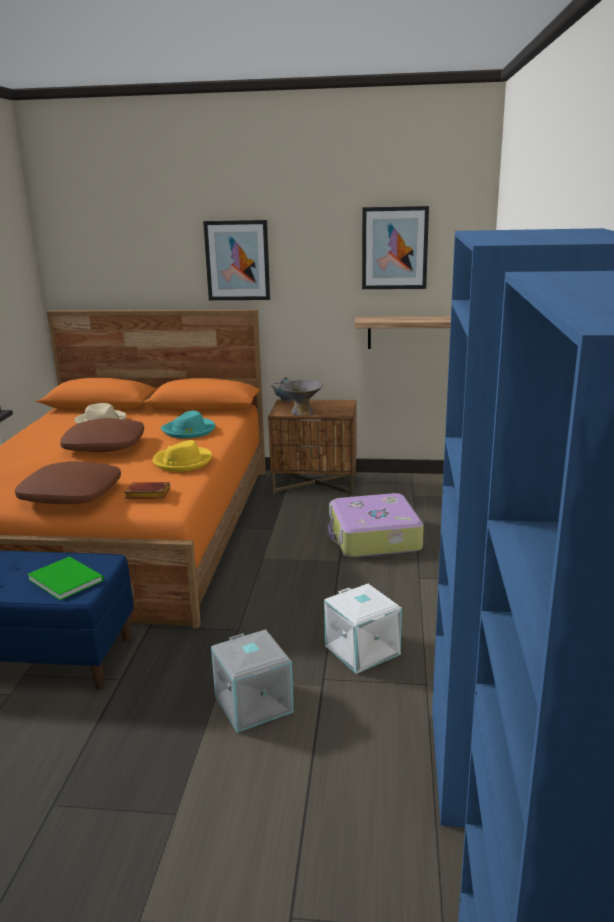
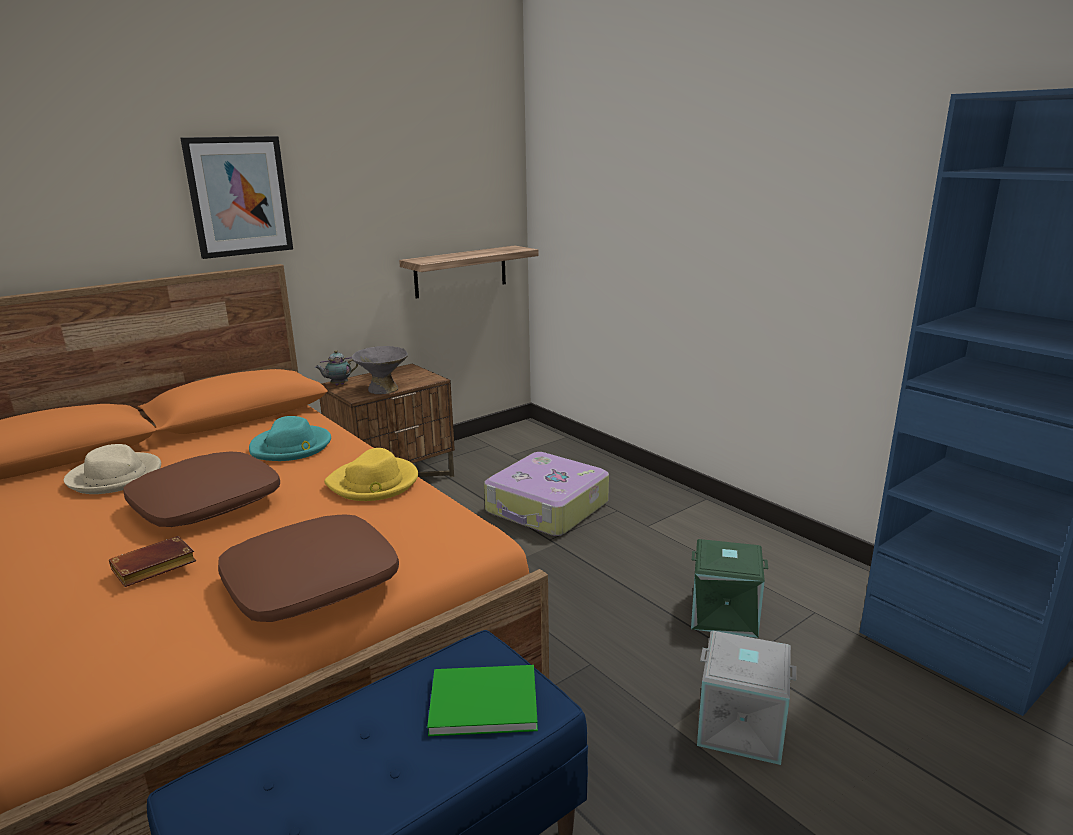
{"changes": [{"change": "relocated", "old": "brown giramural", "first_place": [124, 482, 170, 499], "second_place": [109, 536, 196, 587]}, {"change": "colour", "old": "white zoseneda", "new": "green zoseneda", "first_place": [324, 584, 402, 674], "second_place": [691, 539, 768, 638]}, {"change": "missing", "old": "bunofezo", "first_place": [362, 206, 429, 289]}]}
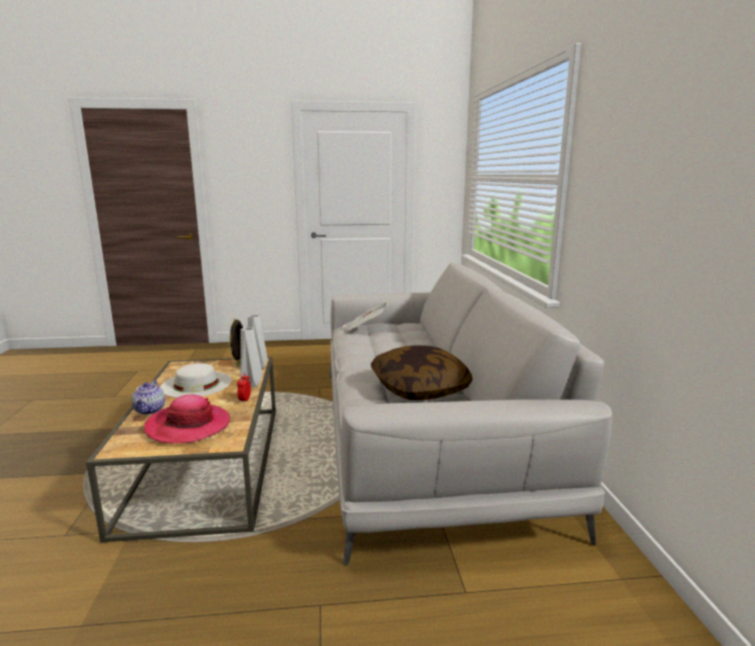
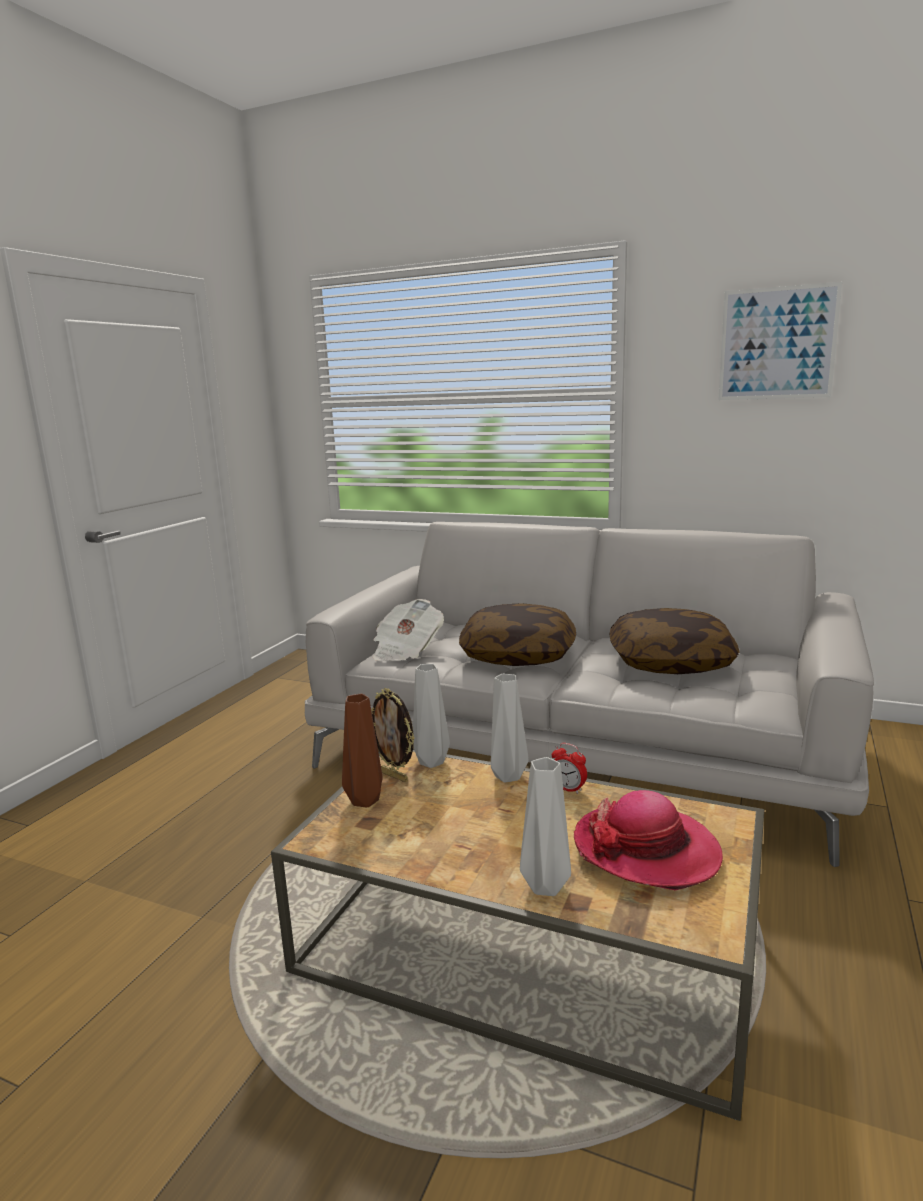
{"changes": [{"change": "exchanged", "old": "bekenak", "new": "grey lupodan", "first_place": [131, 380, 165, 415], "second_place": [520, 757, 571, 896]}, {"change": "missing", "old": "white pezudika", "first_place": [160, 363, 232, 398]}, {"change": "appeared", "new": "brown lupodan", "second_place": [342, 694, 382, 807]}, {"change": "appeared", "new": "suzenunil", "second_place": [459, 603, 576, 666]}, {"change": "appeared", "new": "bunofezo", "second_place": [719, 282, 842, 400]}]}
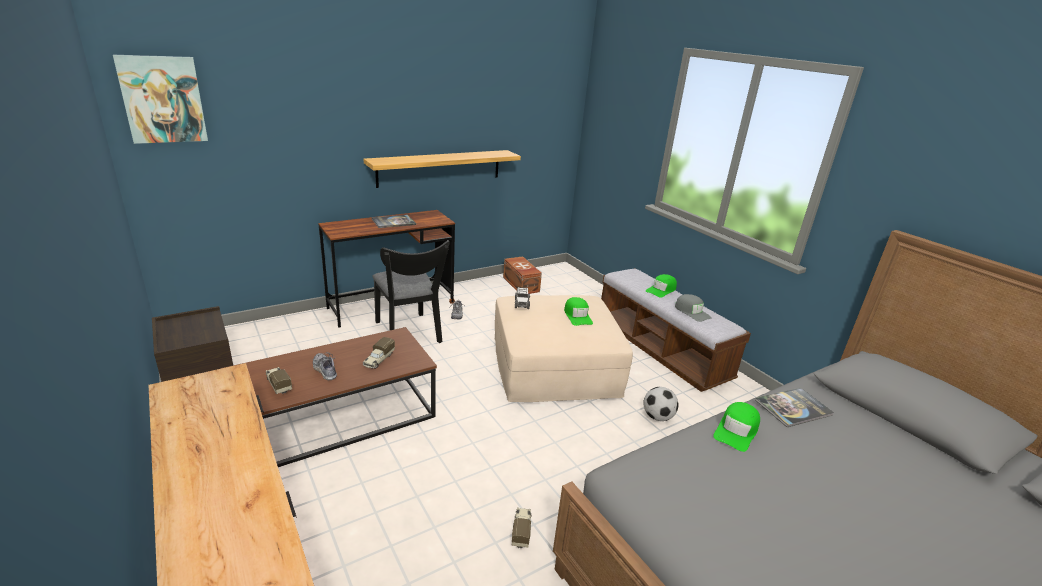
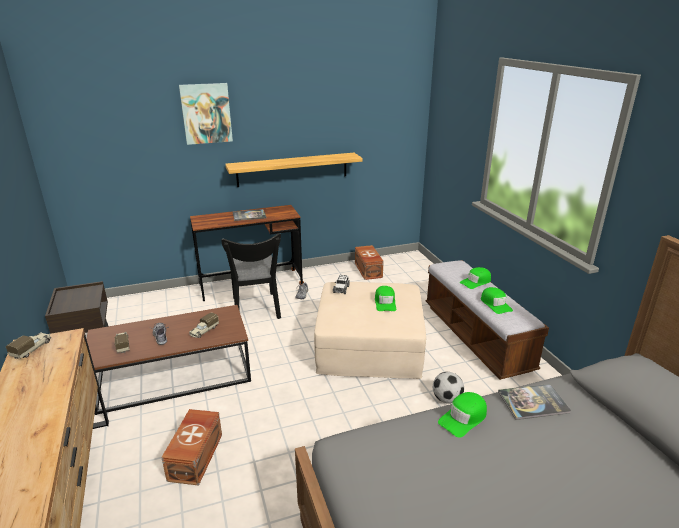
{"changes": [{"change": "relocated", "old": "bunofezo", "first_place": [113, 55, 208, 144], "second_place": [179, 83, 233, 145]}, {"change": "relocated", "old": "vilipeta", "first_place": [512, 507, 531, 548], "second_place": [6, 332, 51, 359]}, {"change": "colour", "old": "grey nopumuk", "new": "green nopumuk", "first_place": [675, 294, 712, 322], "second_place": [481, 287, 513, 314]}, {"change": "appeared", "new": "brown zoseneda", "second_place": [161, 409, 222, 486]}]}
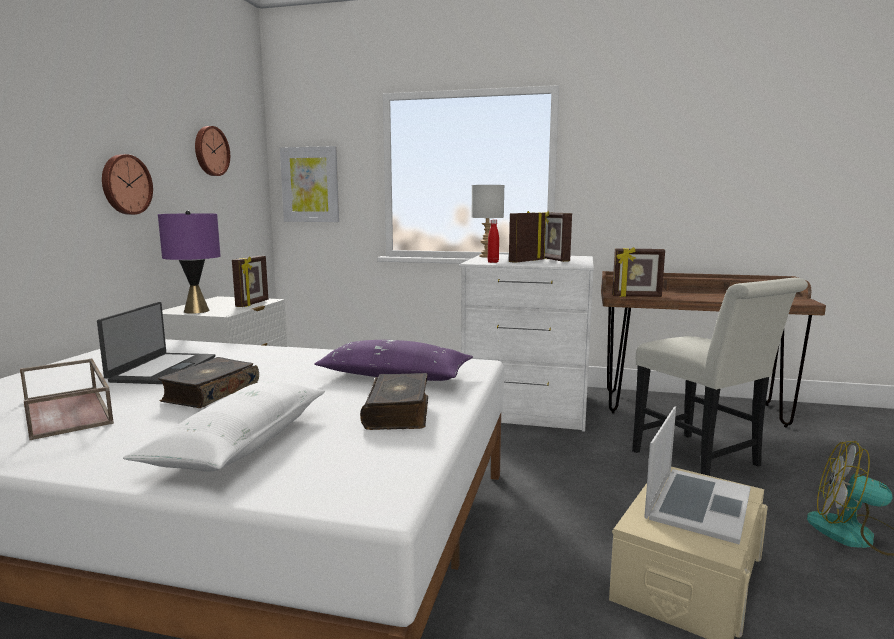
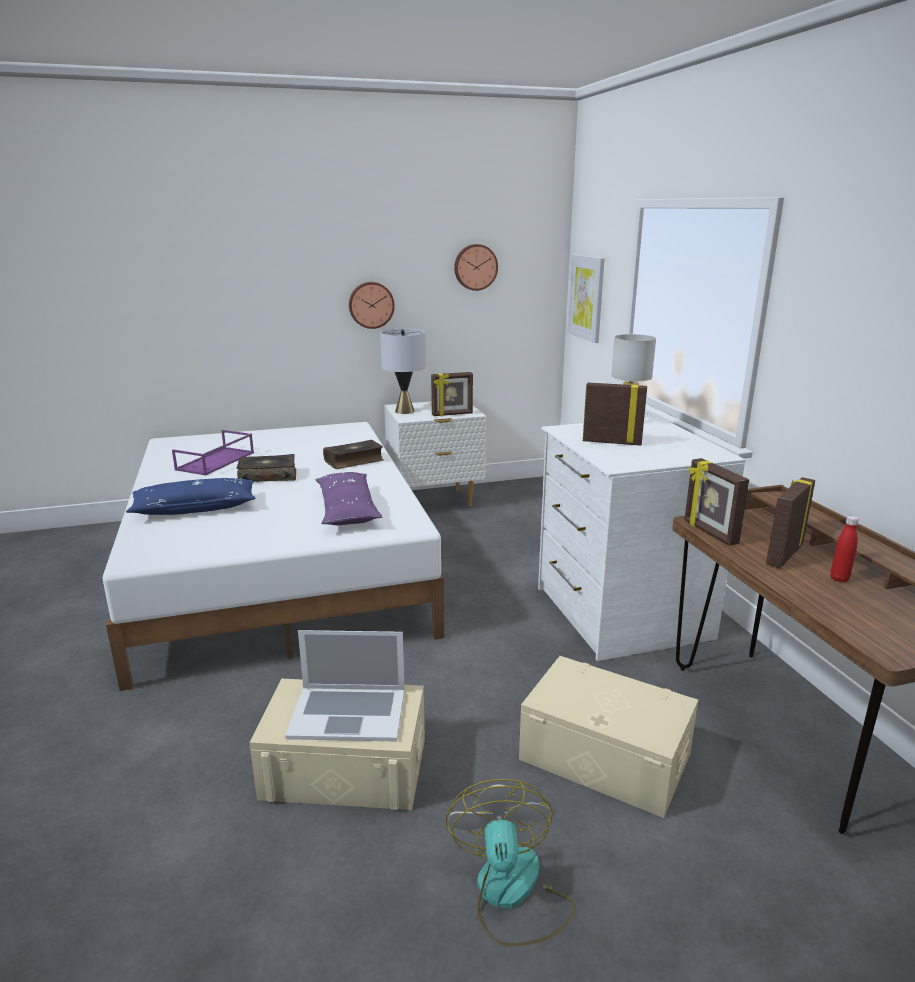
{"changes": [{"change": "colour", "old": "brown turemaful", "new": "purple turemaful", "first_place": [20, 359, 114, 441], "second_place": [172, 430, 254, 476]}, {"change": "missing", "old": "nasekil", "first_place": [97, 302, 215, 384]}, {"change": "colour", "old": "white suzenunil", "new": "blue suzenunil", "first_place": [123, 381, 325, 472], "second_place": [126, 478, 256, 515]}, {"change": "colour", "old": "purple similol", "new": "grey similol", "first_place": [158, 210, 221, 314], "second_place": [380, 329, 426, 414]}, {"change": "relocated", "old": "giramural", "first_place": [360, 373, 428, 430], "second_place": [323, 440, 383, 469]}, {"change": "relocated", "old": "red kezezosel", "first_place": [488, 219, 499, 263], "second_place": [830, 516, 859, 583]}, {"change": "relocated", "old": "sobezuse", "first_place": [541, 211, 572, 262], "second_place": [766, 477, 815, 569]}, {"change": "exchanged", "old": "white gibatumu", "new": "beige zoseneda", "first_place": [632, 278, 808, 476], "second_place": [519, 656, 698, 818]}]}
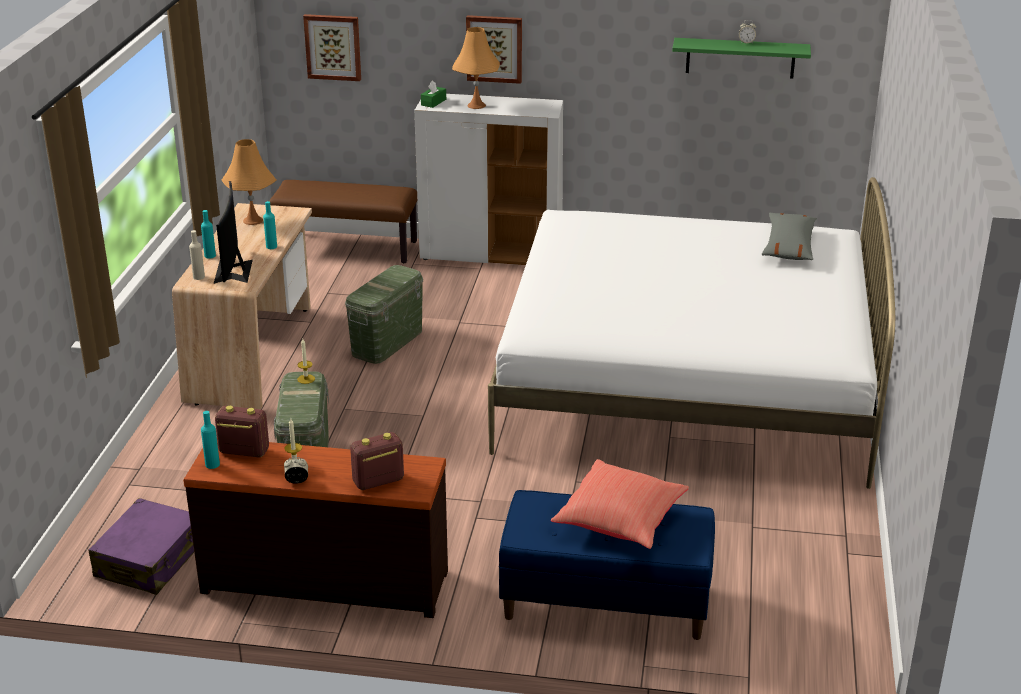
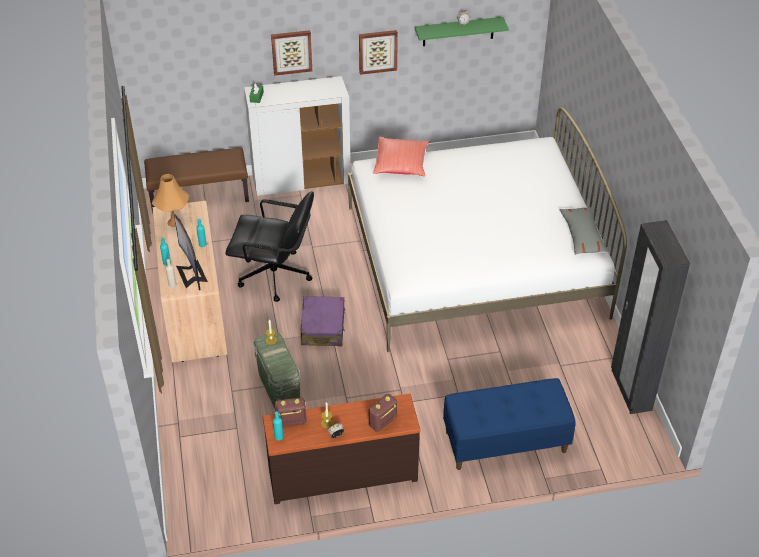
{"changes": [{"change": "relocated", "old": "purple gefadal", "first_place": [89, 498, 194, 595], "second_place": [300, 296, 345, 347]}, {"change": "relocated", "old": "bunofezo", "first_place": [303, 14, 361, 81], "second_place": [359, 30, 398, 75]}, {"change": "exchanged", "old": "green zoseneda", "new": "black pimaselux", "first_place": [345, 265, 423, 364], "second_place": [226, 191, 314, 302]}, {"change": "missing", "old": "orange similol", "first_place": [452, 27, 500, 109]}, {"change": "relocated", "old": "red suzenunil", "first_place": [551, 459, 689, 549], "second_place": [373, 137, 429, 177]}, {"change": "relocated", "old": "grey suzenunil", "first_place": [762, 213, 817, 260], "second_place": [559, 207, 608, 255]}, {"change": "appeared", "new": "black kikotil", "second_place": [611, 220, 690, 414]}]}
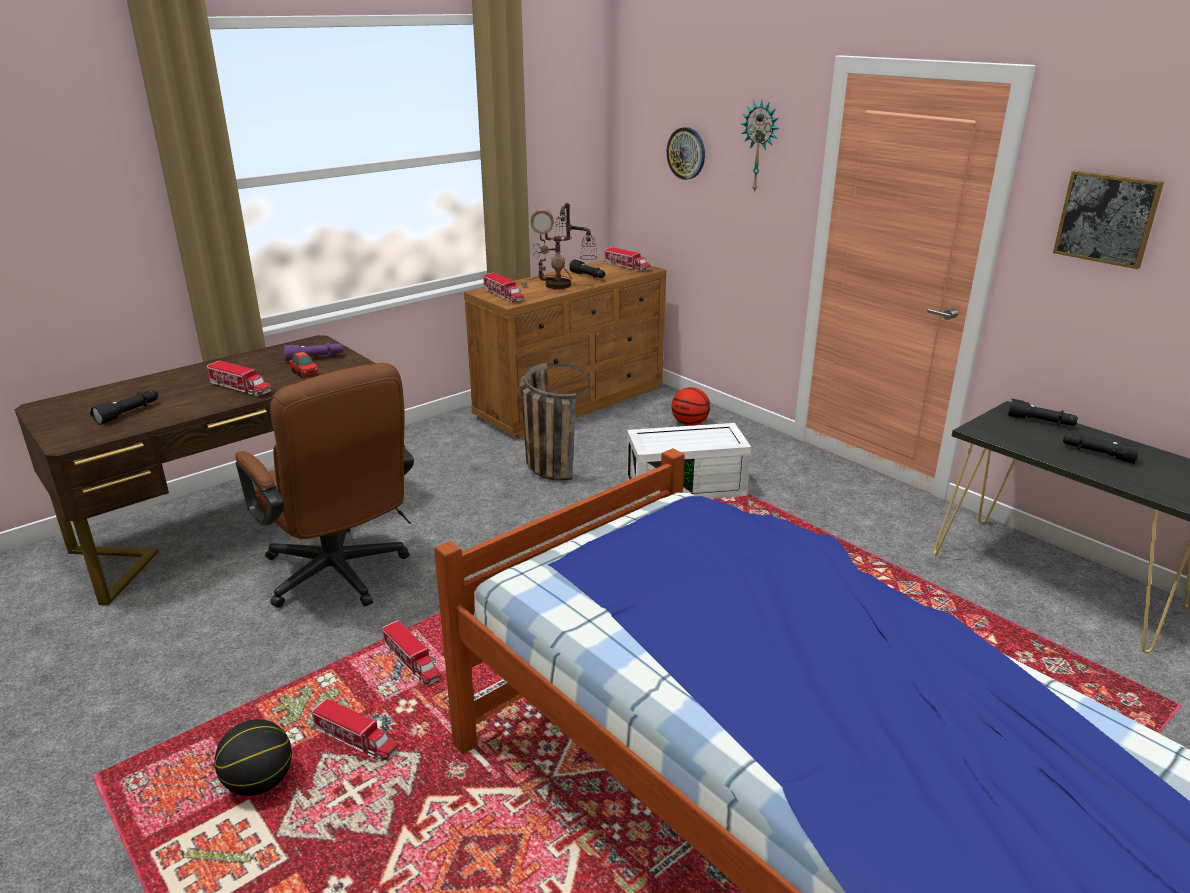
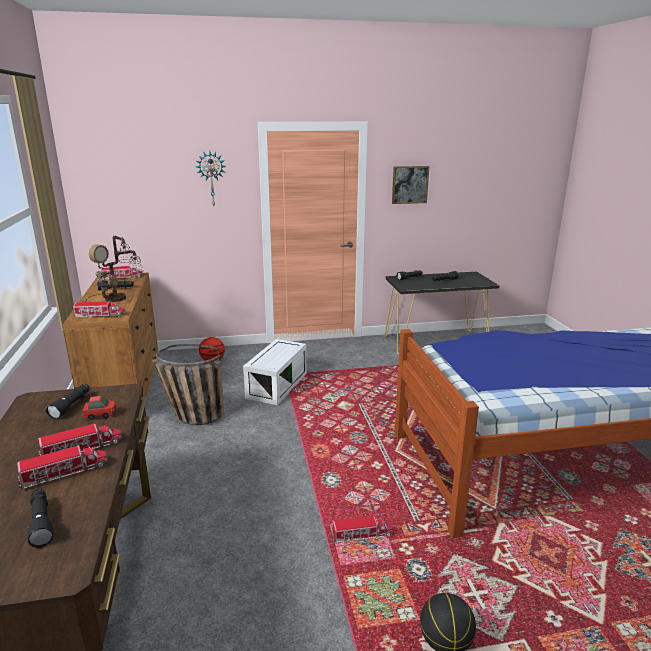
{"changes": [{"change": "missing", "old": "brown pimaselux", "first_place": [235, 363, 414, 608]}, {"change": "colour", "old": "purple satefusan", "new": "black satefusan", "first_place": [283, 342, 343, 362], "second_place": [46, 384, 90, 419]}, {"change": "relocated", "old": "vilipeta", "first_place": [312, 698, 398, 761], "second_place": [17, 445, 108, 489]}, {"change": "missing", "old": "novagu", "first_place": [666, 127, 705, 180]}]}
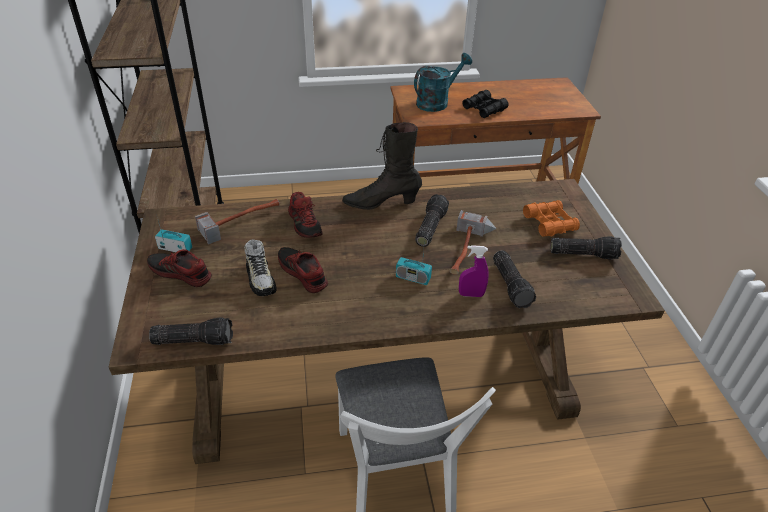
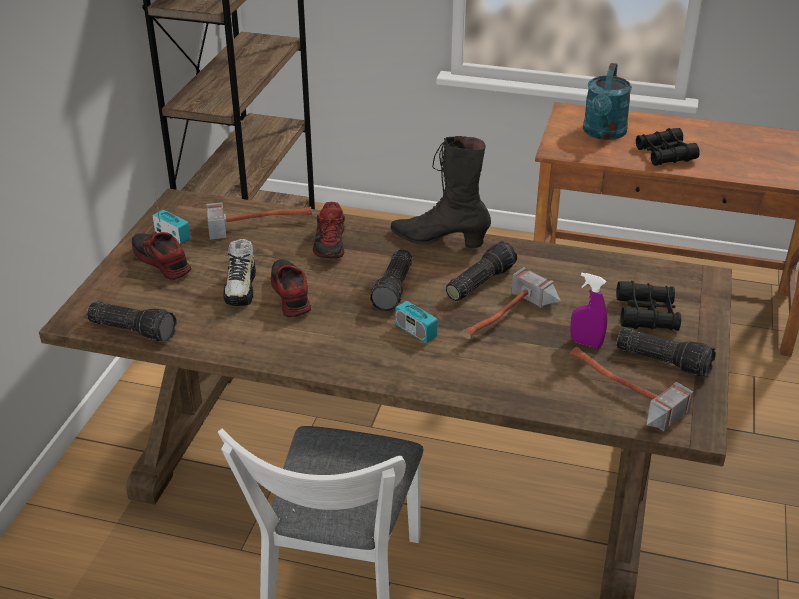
{"changes": [{"change": "spun", "old": "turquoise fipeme", "first_place": [414, 53, 472, 112], "second_place": [583, 63, 632, 140], "degrees": 120}, {"change": "relocated", "old": "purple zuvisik", "first_place": [459, 245, 489, 297], "second_place": [570, 273, 608, 348]}, {"change": "relocated", "old": "satefusan", "first_place": [493, 251, 536, 308], "second_place": [370, 249, 412, 312]}, {"change": "colour", "old": "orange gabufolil", "new": "black gabufolil", "first_place": [523, 200, 580, 237], "second_place": [616, 281, 681, 331]}, {"change": "appeared", "new": "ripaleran", "second_place": [570, 347, 693, 431]}]}
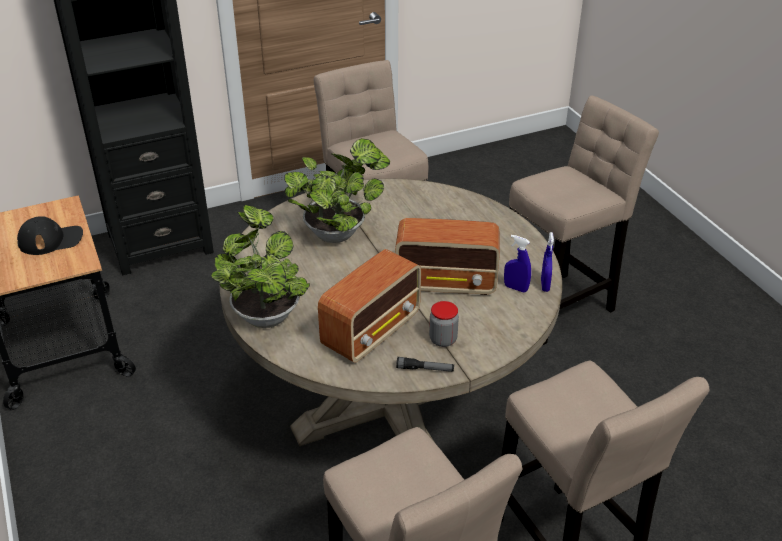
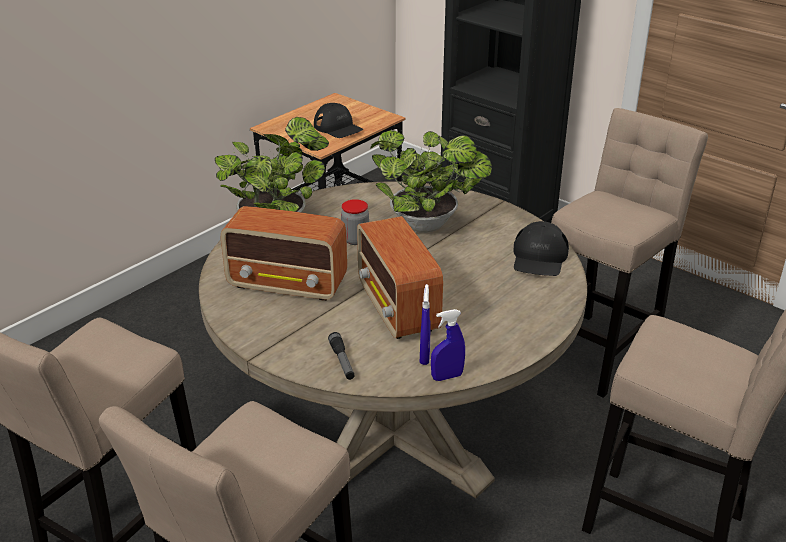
{"changes": [{"change": "relocated", "old": "satefusan", "first_place": [396, 357, 454, 372], "second_place": [328, 332, 354, 380]}, {"change": "relocated", "old": "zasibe", "first_place": [429, 301, 459, 347], "second_place": [341, 199, 369, 245]}, {"change": "appeared", "new": "black nopumuk", "second_place": [513, 221, 569, 276]}]}
